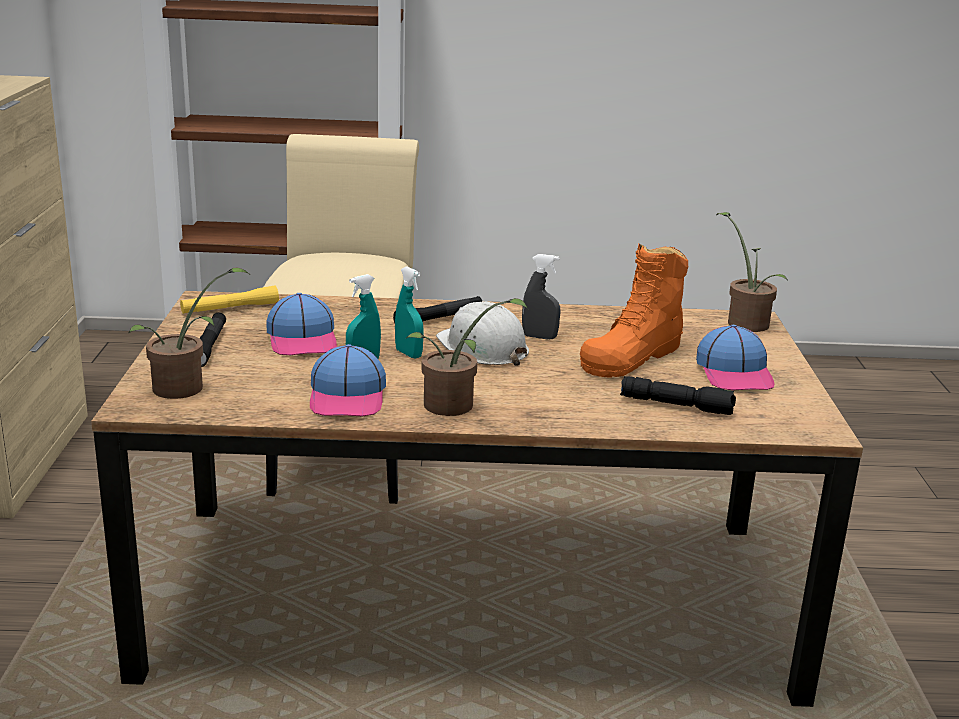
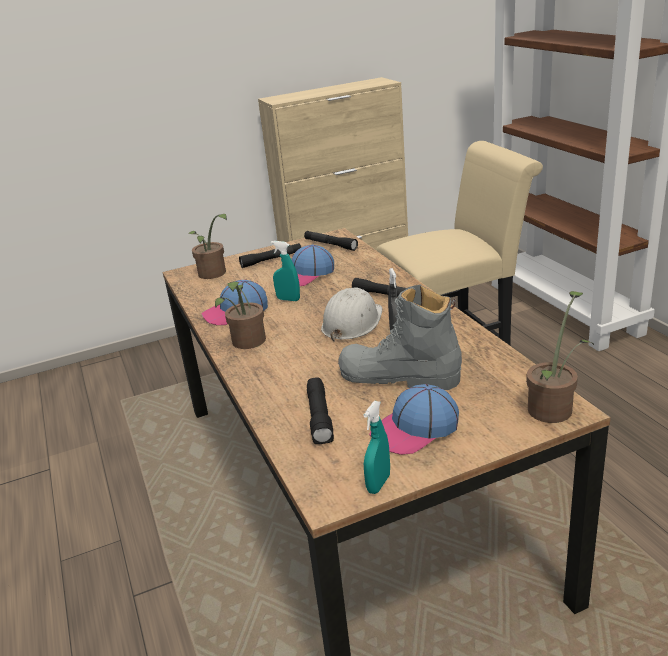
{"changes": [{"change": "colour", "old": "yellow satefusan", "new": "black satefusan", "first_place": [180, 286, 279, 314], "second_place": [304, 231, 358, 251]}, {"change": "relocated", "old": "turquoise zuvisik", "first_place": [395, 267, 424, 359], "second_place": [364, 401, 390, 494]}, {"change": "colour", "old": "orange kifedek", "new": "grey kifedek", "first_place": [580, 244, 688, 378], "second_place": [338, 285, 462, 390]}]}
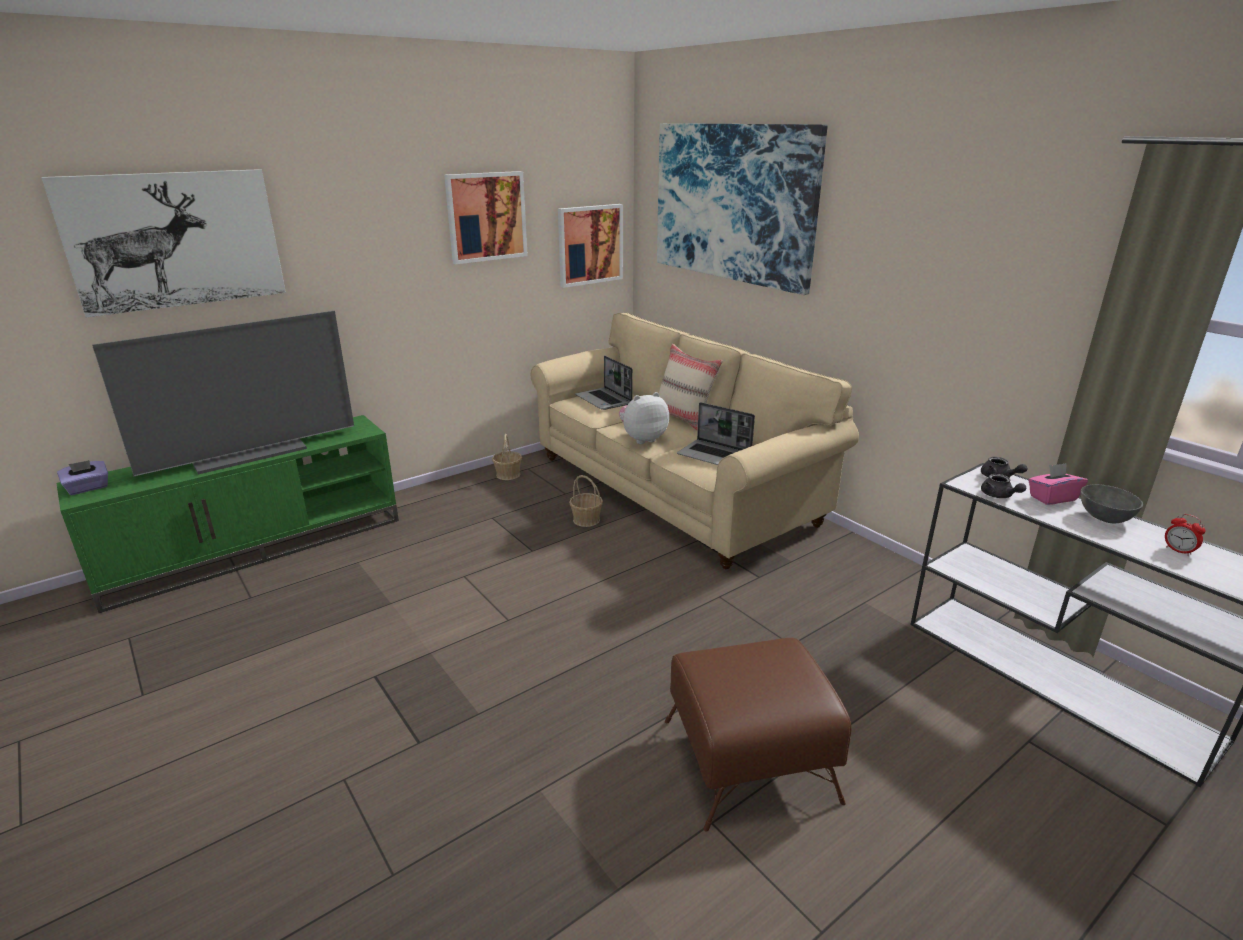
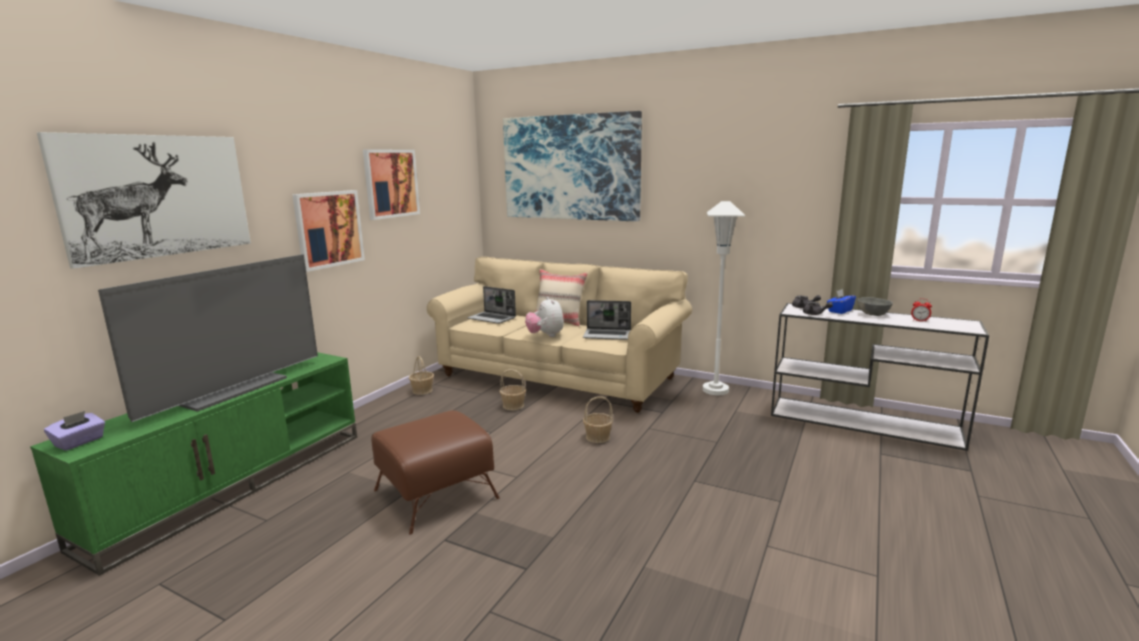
{"changes": [{"change": "relocated", "old": "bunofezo", "first_place": [558, 204, 623, 288], "second_place": [292, 190, 365, 272]}, {"change": "spun", "old": "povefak", "first_place": [619, 392, 669, 444], "second_place": [525, 297, 564, 337], "degrees": -60}, {"change": "relocated", "old": "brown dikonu", "first_place": [665, 638, 851, 831], "second_place": [371, 410, 500, 535]}, {"change": "colour", "old": "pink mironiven", "new": "blue mironiven", "first_place": [1028, 463, 1088, 505], "second_place": [827, 289, 856, 314]}, {"change": "appeared", "new": "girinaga", "second_place": [583, 396, 613, 443]}, {"change": "appeared", "new": "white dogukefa", "second_place": [703, 201, 745, 395]}]}
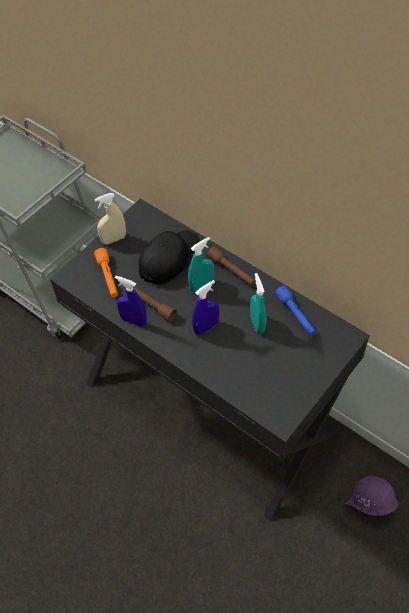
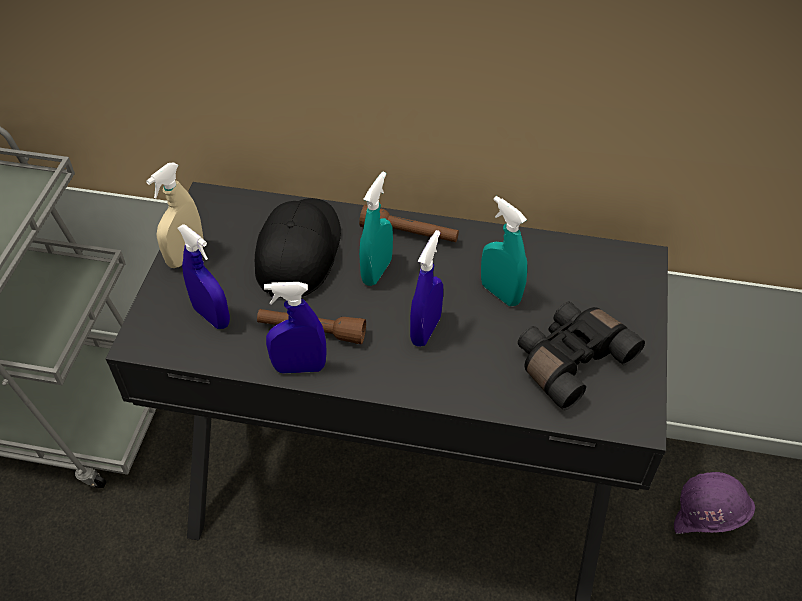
{"changes": [{"change": "exchanged", "old": "orange satefusan", "new": "blue zuvisik", "first_place": [94, 248, 118, 298], "second_place": [178, 224, 230, 329]}, {"change": "missing", "old": "blue satefusan", "first_place": [275, 285, 316, 336]}, {"change": "appeared", "new": "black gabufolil", "second_place": [518, 302, 645, 410]}]}
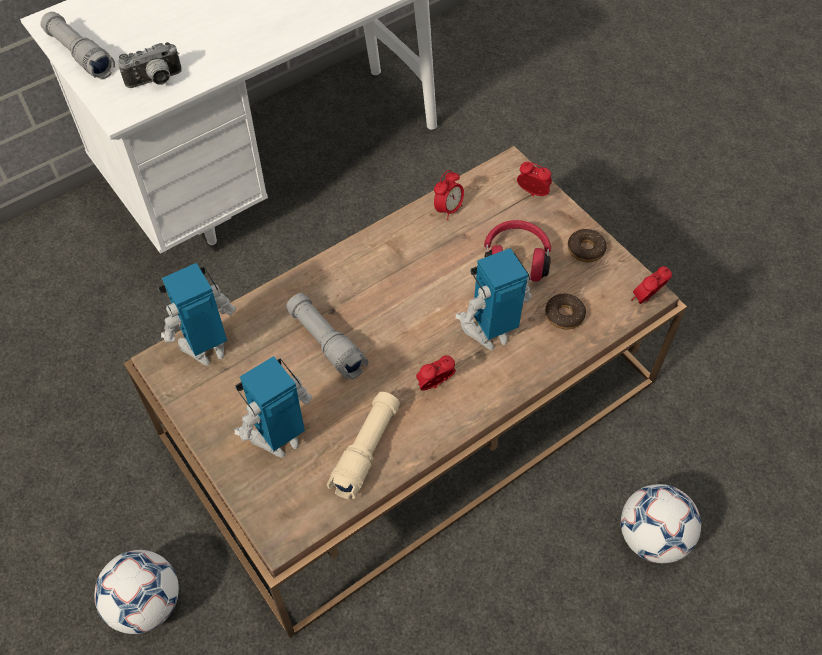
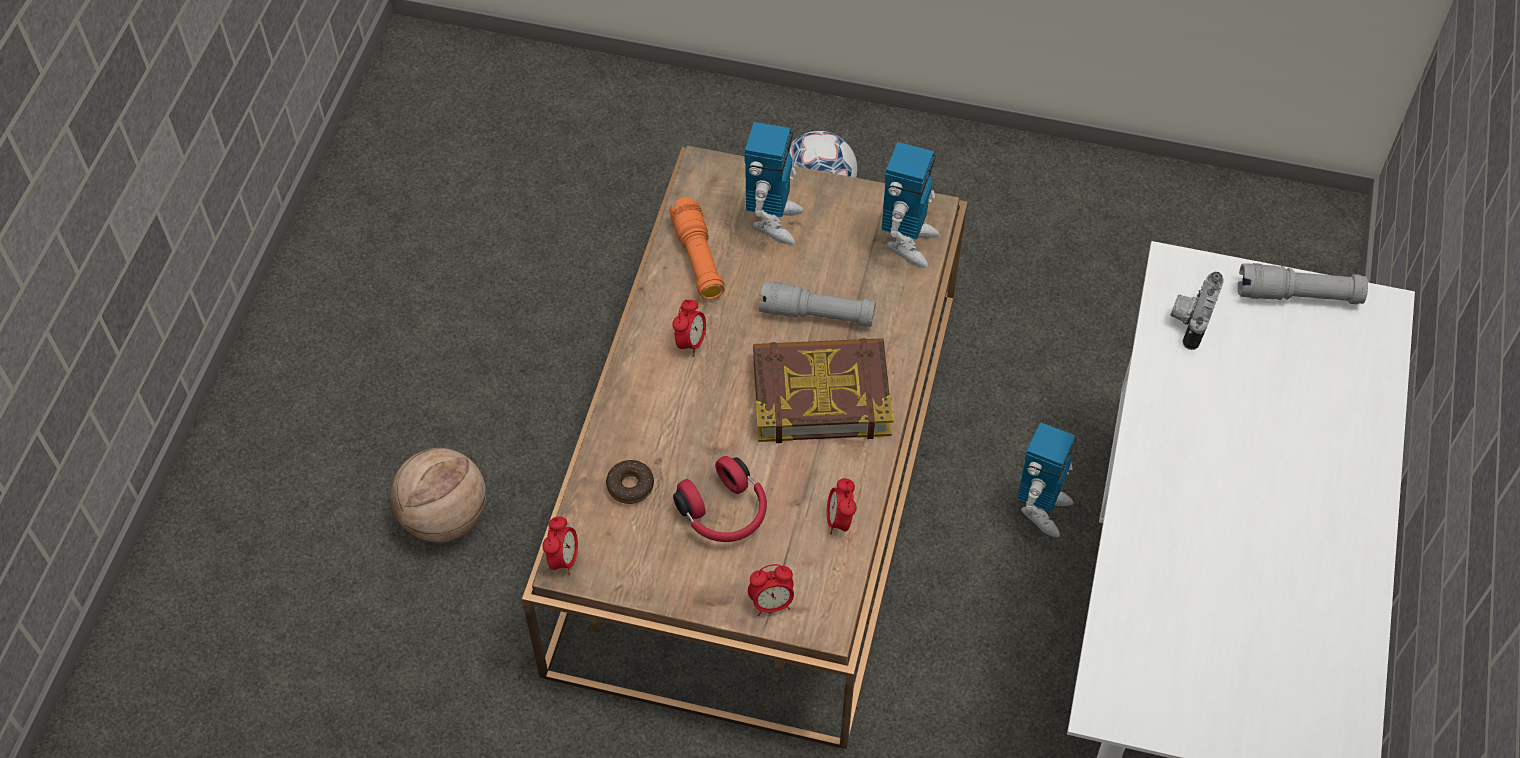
{"changes": [{"change": "colour", "old": "beige satefusan", "new": "orange satefusan", "first_place": [327, 392, 400, 499], "second_place": [669, 197, 725, 300]}, {"change": "relocated", "old": "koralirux", "first_place": [456, 248, 532, 350], "second_place": [1017, 422, 1077, 537]}, {"change": "missing", "old": "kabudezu", "first_place": [568, 229, 607, 262]}, {"change": "exchanged", "old": "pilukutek", "new": "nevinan", "first_place": [621, 484, 701, 563], "second_place": [391, 448, 486, 542]}, {"change": "appeared", "new": "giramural", "second_place": [753, 338, 893, 443]}]}
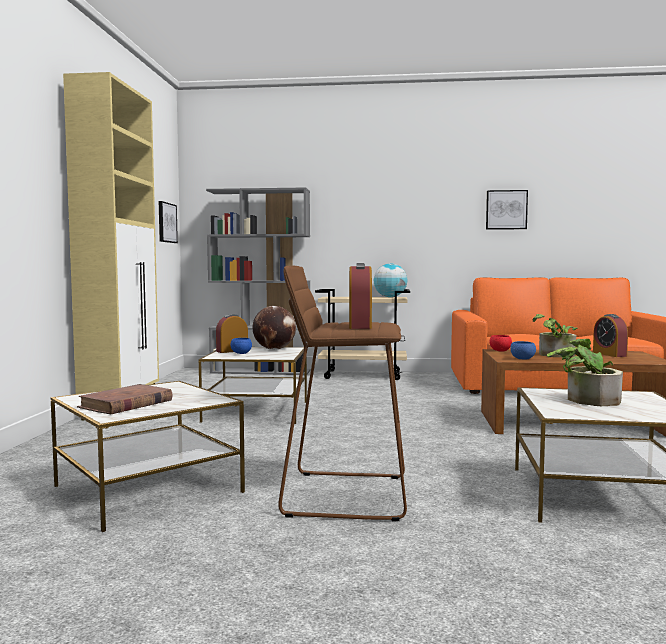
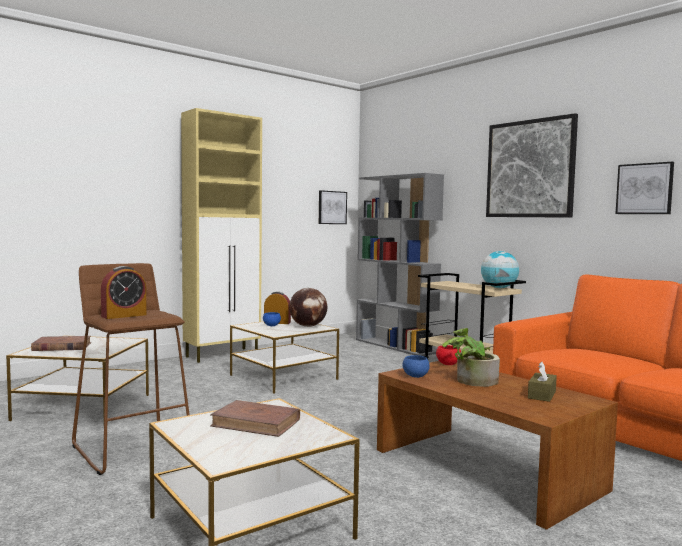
{"changes": [{"change": "exchanged", "old": "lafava", "new": "brown giramural", "first_place": [547, 339, 623, 406], "second_place": [210, 400, 300, 437]}, {"change": "exchanged", "old": "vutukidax", "new": "brown mironiven", "first_place": [593, 314, 628, 357], "second_place": [528, 362, 557, 402]}, {"change": "appeared", "new": "bunofezo", "second_place": [486, 113, 578, 218]}]}
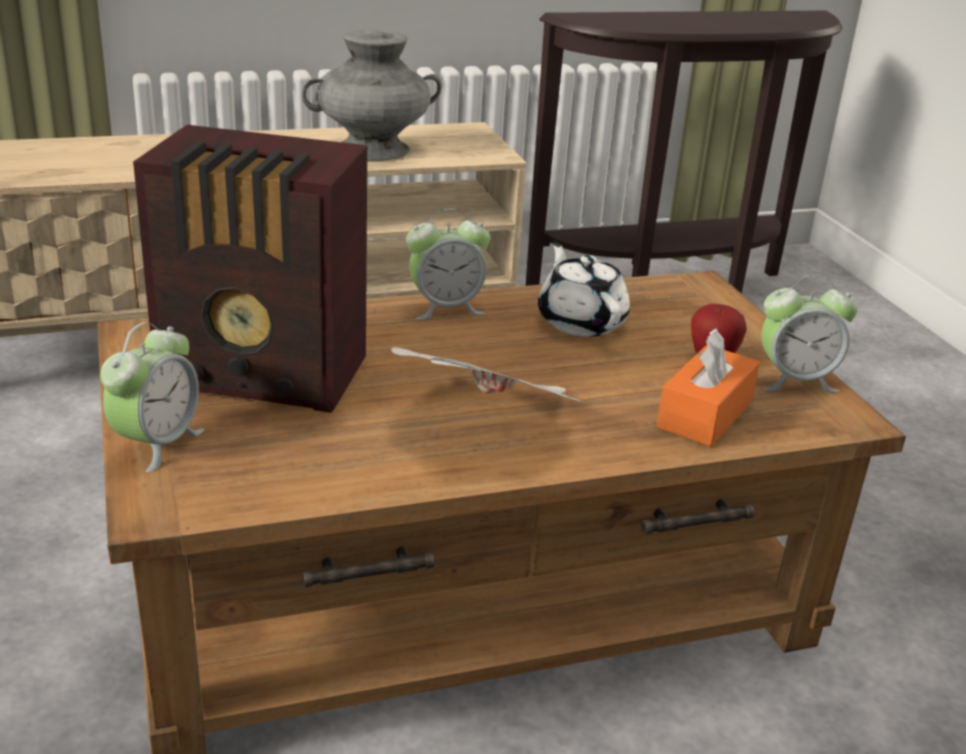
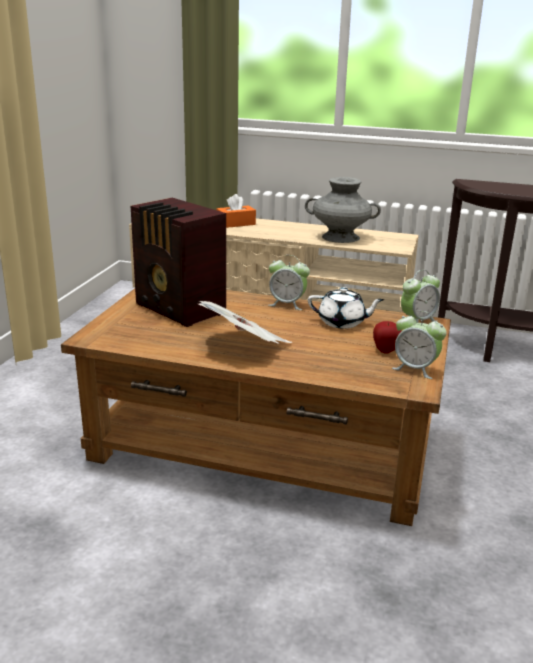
{"changes": [{"change": "relocated", "old": "vutukidax", "first_place": [100, 322, 204, 473], "second_place": [401, 270, 440, 323]}, {"change": "spun", "old": "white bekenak", "first_place": [538, 242, 630, 337], "second_place": [308, 287, 384, 329], "degrees": 90}, {"change": "relocated", "old": "orange mironiven", "first_place": [657, 328, 760, 447], "second_place": [217, 194, 256, 228]}]}
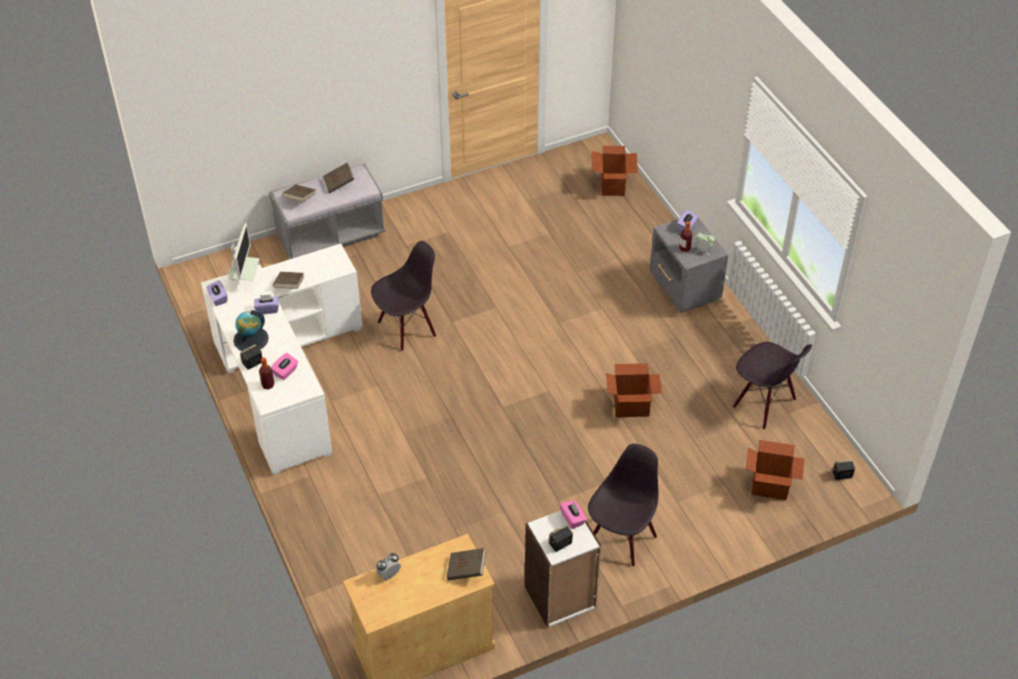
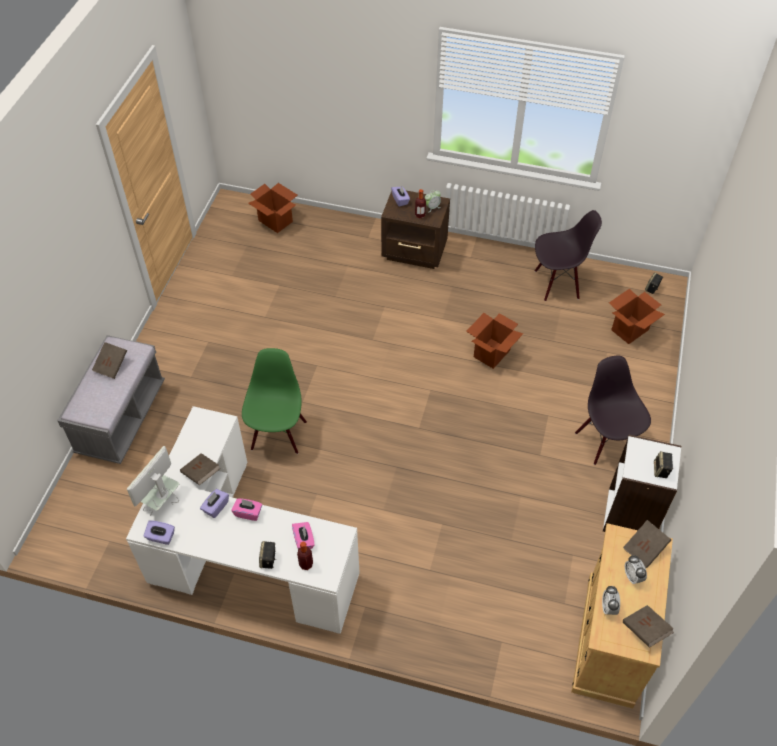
{"changes": [{"change": "spun", "old": "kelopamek", "first_place": [224, 223, 259, 280], "second_place": [127, 446, 179, 516], "degrees": -105}, {"change": "missing", "old": "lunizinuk", "first_place": [233, 310, 269, 351]}, {"change": "relocated", "old": "brown giramural", "first_place": [282, 185, 316, 202], "second_place": [623, 605, 674, 648]}, {"change": "colour", "old": "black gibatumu", "new": "green gibatumu", "first_place": [371, 241, 436, 351], "second_place": [242, 348, 307, 454]}, {"change": "relocated", "old": "pink mironiven", "first_place": [560, 500, 587, 529], "second_place": [231, 498, 262, 521]}, {"change": "colour", "old": "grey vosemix", "new": "brown vosemix", "first_place": [650, 218, 728, 313], "second_place": [381, 191, 450, 269]}, {"change": "appeared", "new": "vutukidax", "second_place": [625, 555, 647, 584]}]}
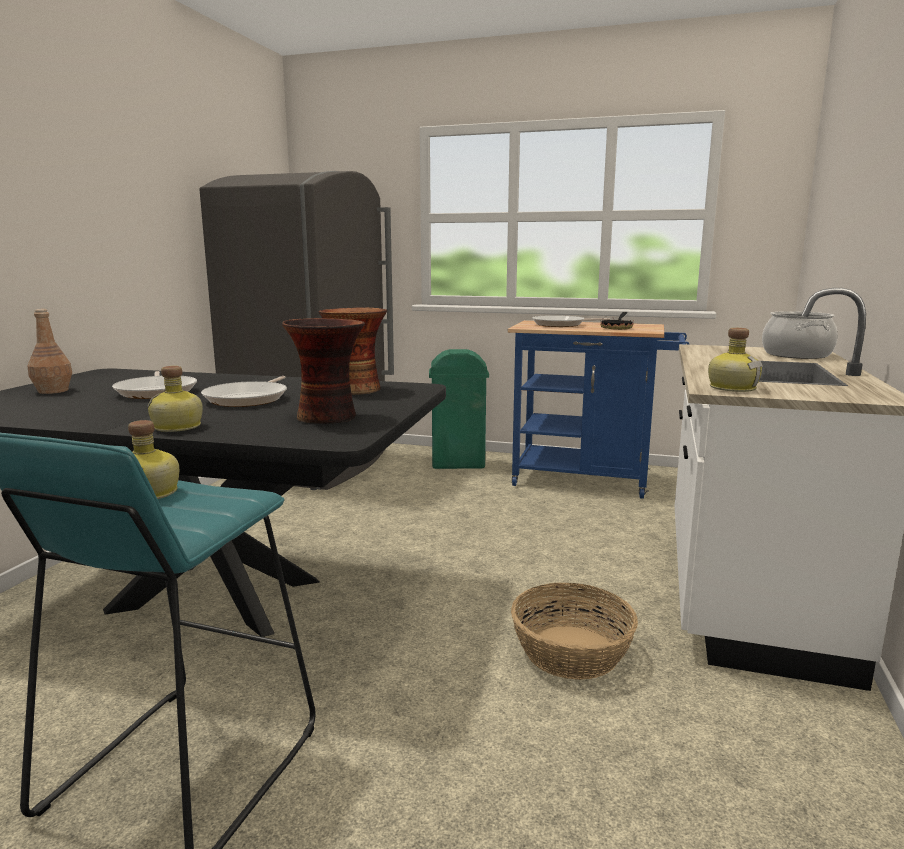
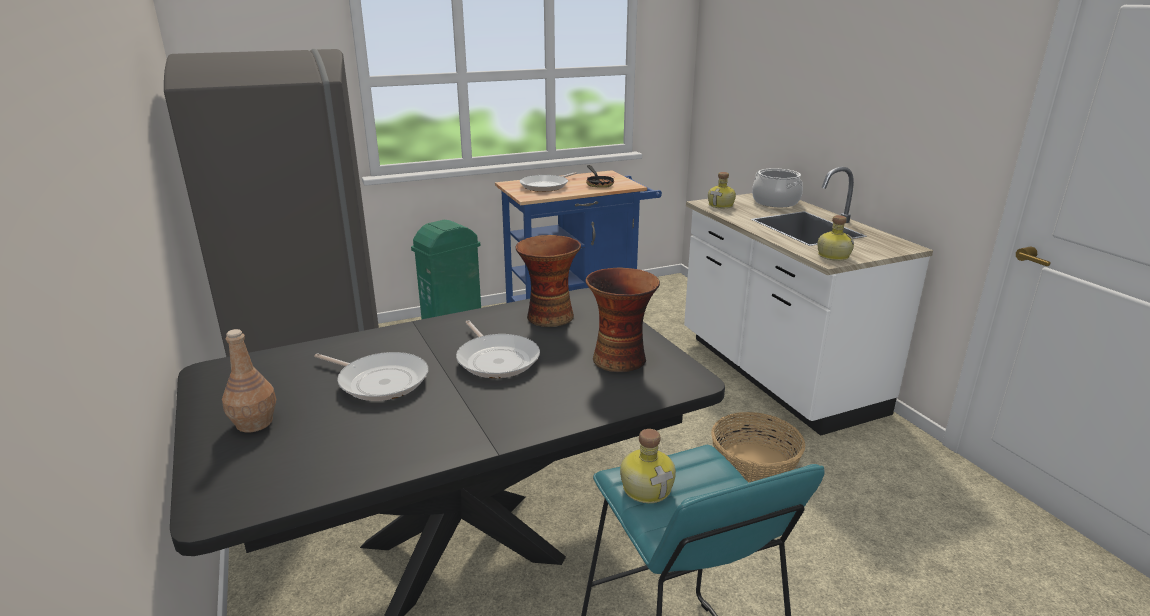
{"changes": [{"change": "relocated", "old": "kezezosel", "first_place": [147, 366, 203, 432], "second_place": [708, 172, 736, 208]}]}
